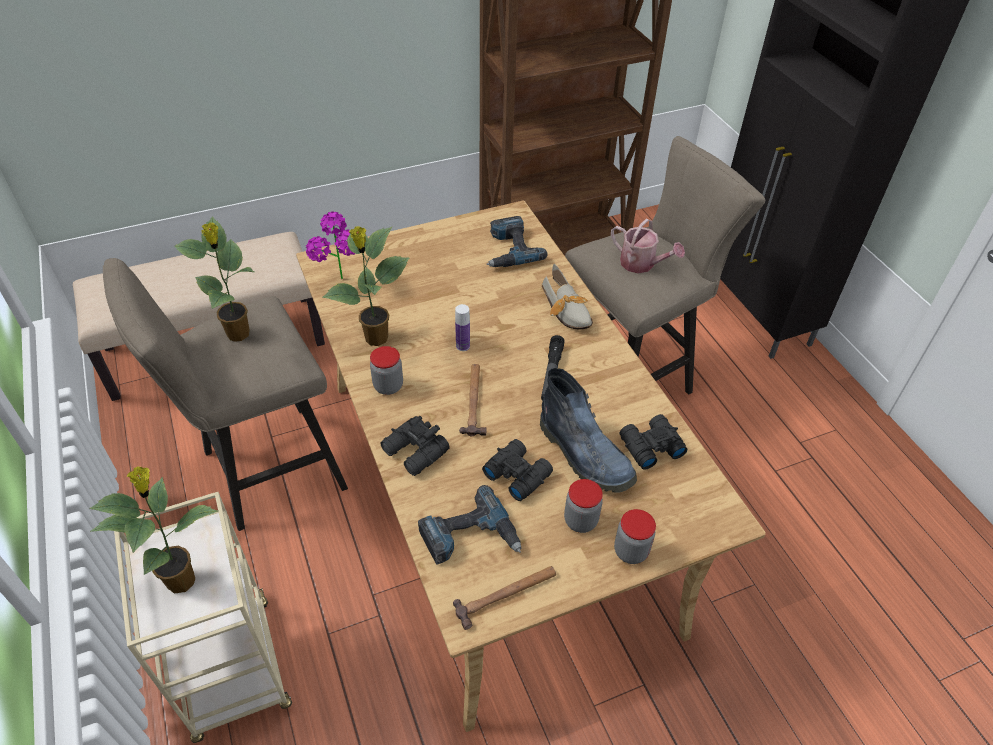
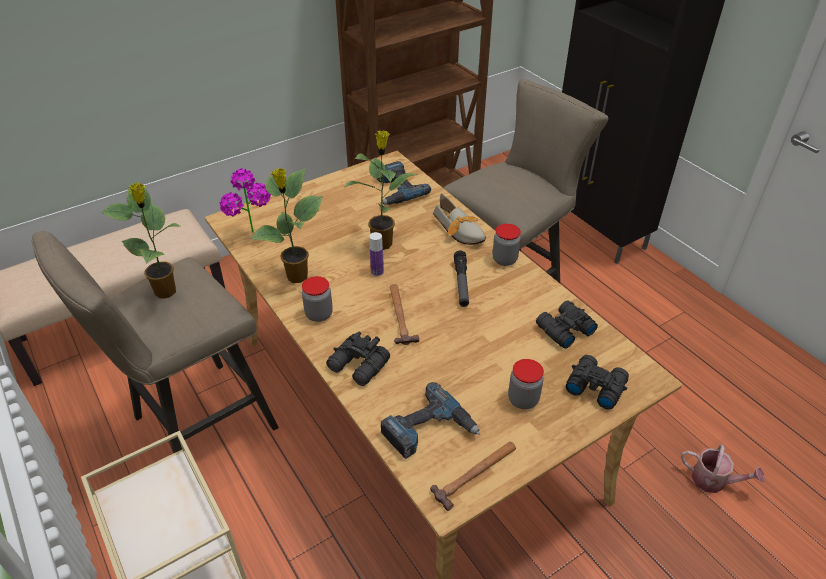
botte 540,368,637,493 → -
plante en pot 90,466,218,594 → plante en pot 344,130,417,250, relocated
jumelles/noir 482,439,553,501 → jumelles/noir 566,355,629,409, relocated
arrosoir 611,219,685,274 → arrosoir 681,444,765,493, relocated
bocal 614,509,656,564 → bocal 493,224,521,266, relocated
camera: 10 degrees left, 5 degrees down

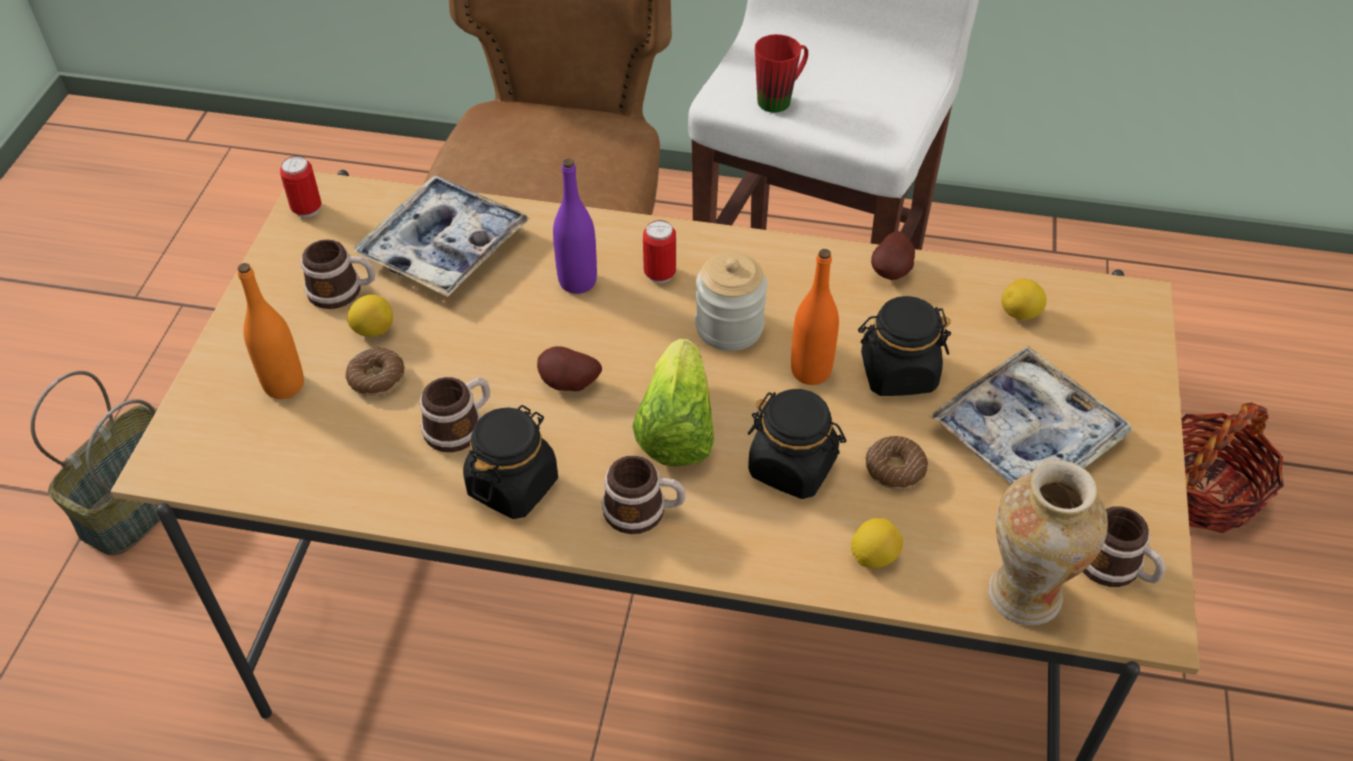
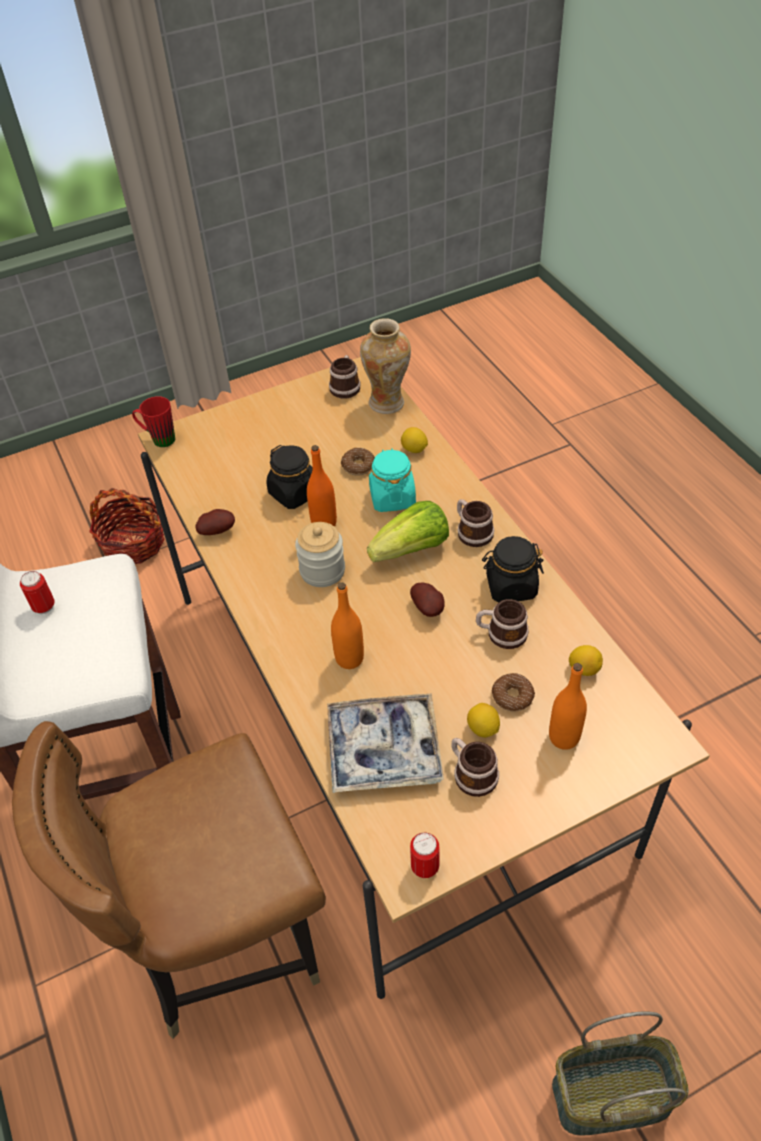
plateau 929,346,1132,484 → -
boîte métallique 643,220,676,283 → boîte métallique 20,571,55,614, relocated
mug/rouge 755,34,808,113 → mug/rouge 132,396,175,447, relocated
citron 1002,279,1047,320 → citron 569,645,603,676, relocated
bouteille/violet 553,159,597,294 → bouteille/orange 331,582,364,669
bocal/noir 748,389,846,499 → bocal/turquoise 369,448,416,512
camera: 125 degrees left, 0 degrees up

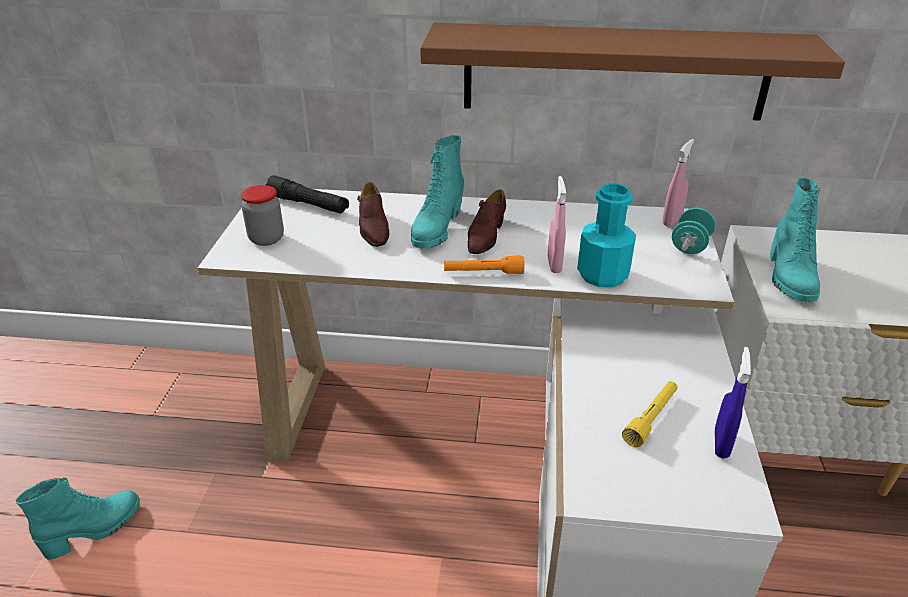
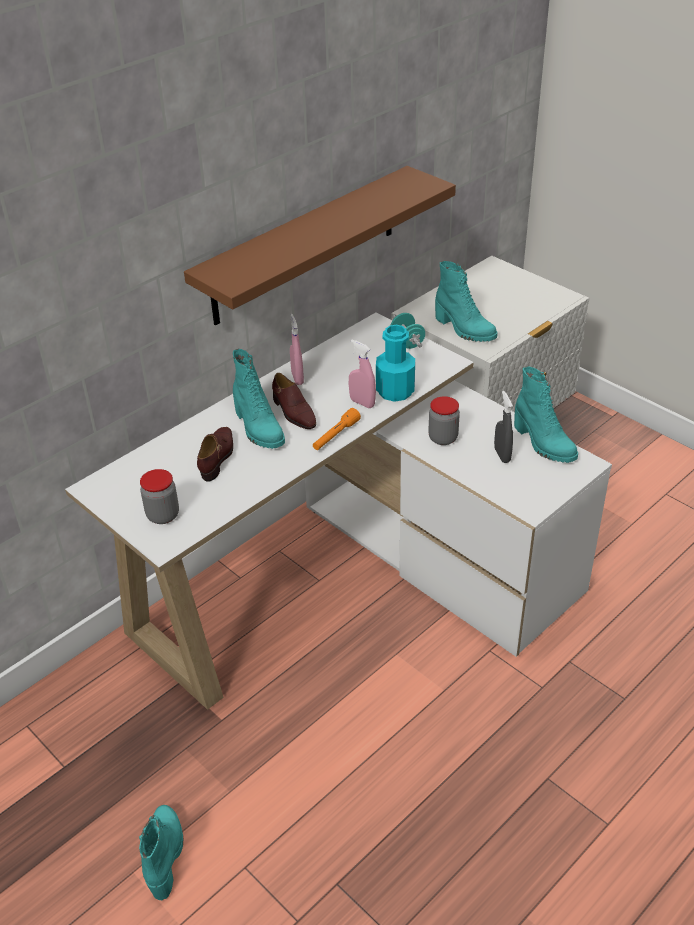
lampe de poche/noir 265,175,349,213 → -
- → bocal 428,396,460,445
vaporisateur/rose 662,139,694,226 → vaporisateur/rose 290,314,304,385, relocated
lampe de poche/jaune 622,381,678,447 → vaporisateur/gris 494,391,513,463
vaporisateur/bleu 715,347,751,459 → botte/turquoise 514,366,578,463
chaussure/marron 357,182,389,247 → chaussure/marron 197,427,233,482, 105 degrees counterclockwise
camera: 50 degrees left, 5 degrees up

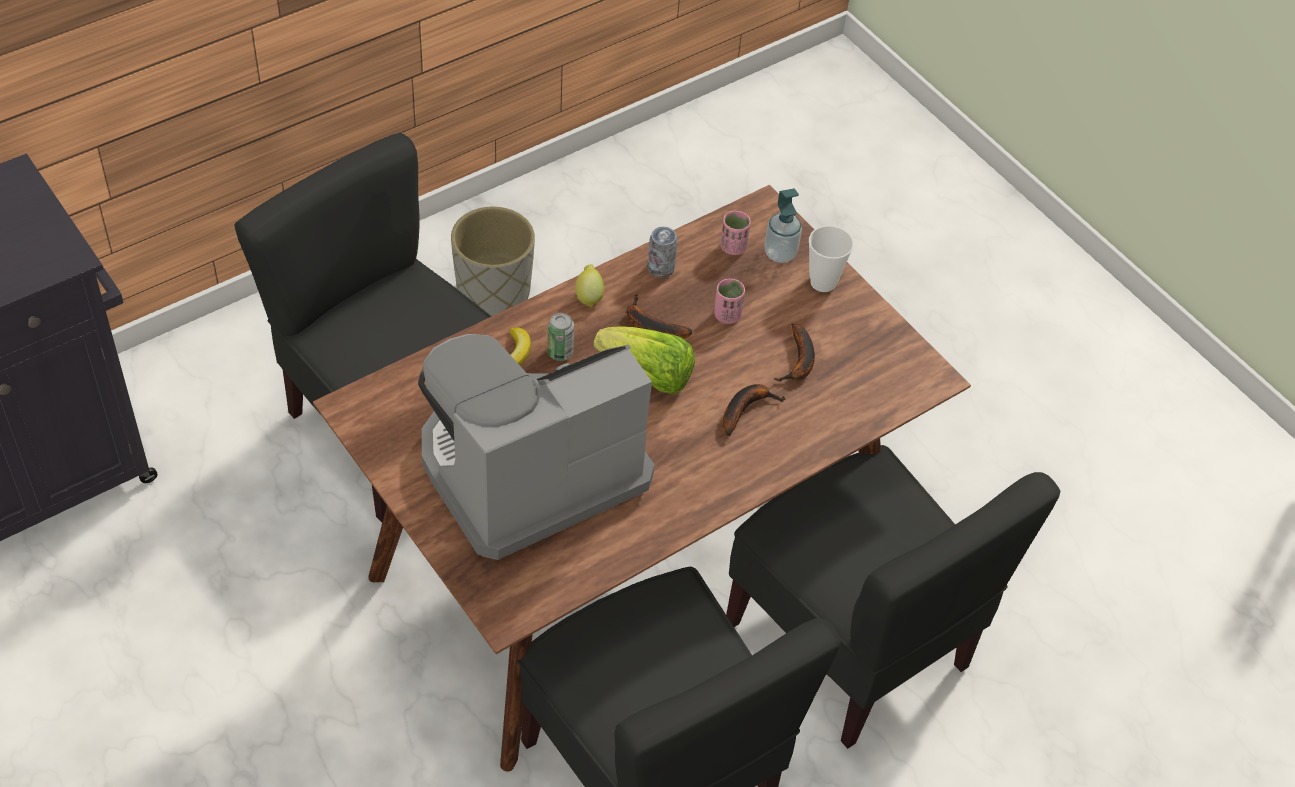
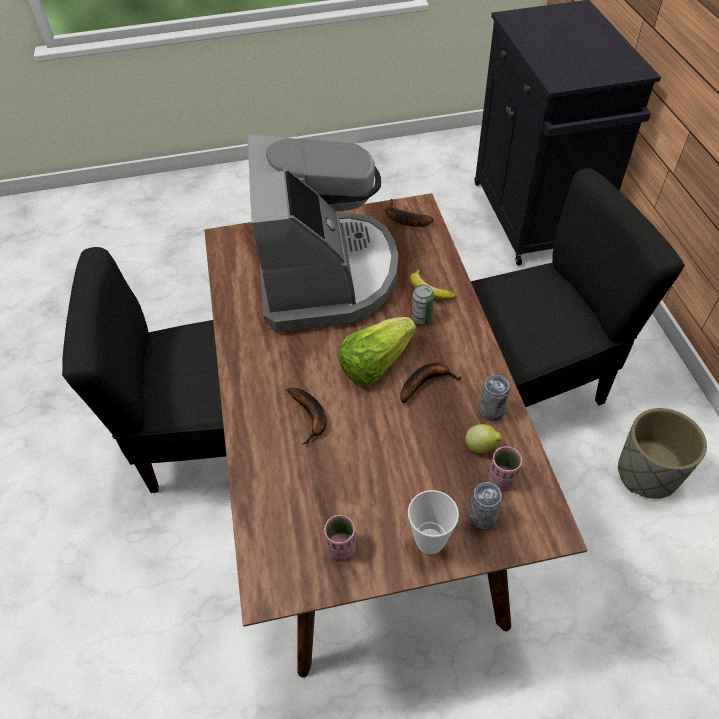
chaise/noir 726,445,1060,749 → -
citron 575,264,604,308 → citron 465,424,503,453, relocated
tasse/rose 714,278,745,324 → tasse/rose 324,515,356,560, relocated
banane 774,323,815,382 → banane 385,199,434,227, relocated
distributeur de savon 764,189,802,263 → boîte métallique 468,482,502,530
camera: 120 degrees right, 0 degrees up

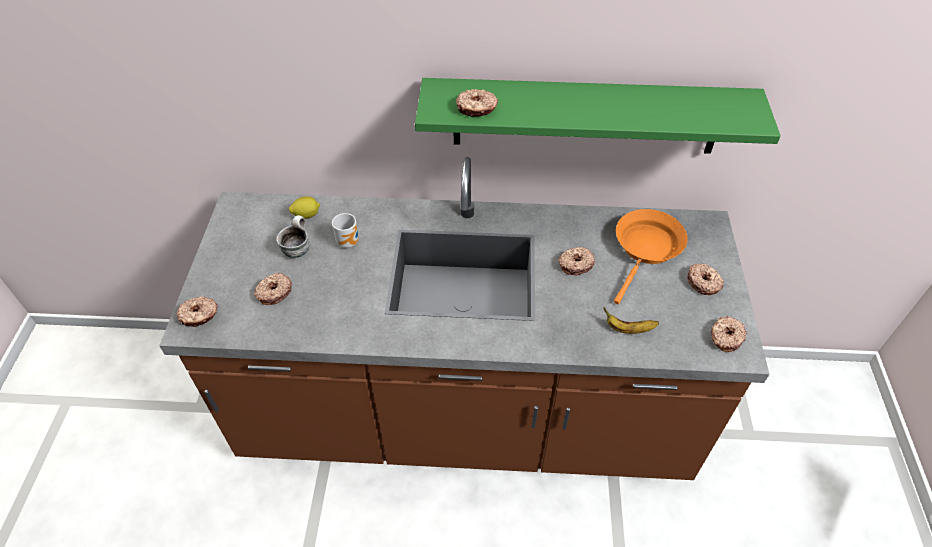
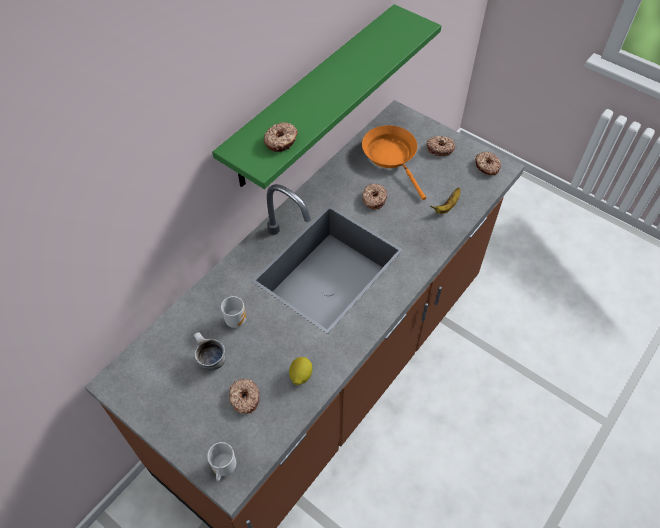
citron 289,196,320,219 → citron 289,357,312,385, relocated
beignet 177,296,218,327 → mug 207,442,236,481
camera: 55 degrees left, 5 degrees up

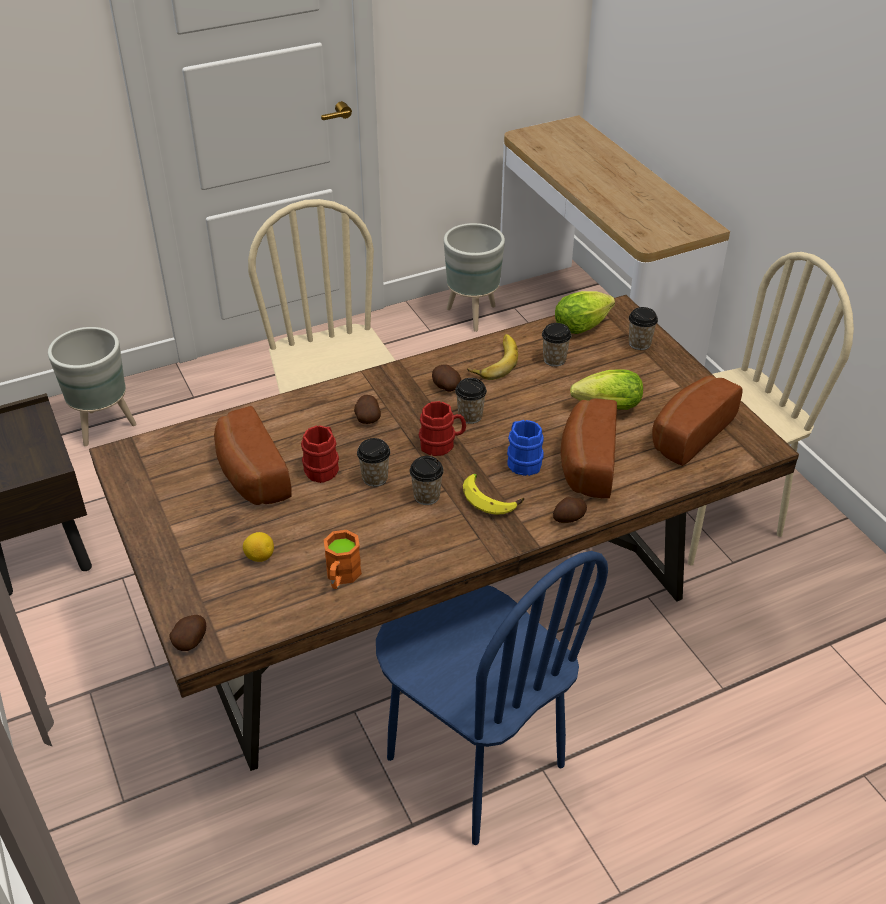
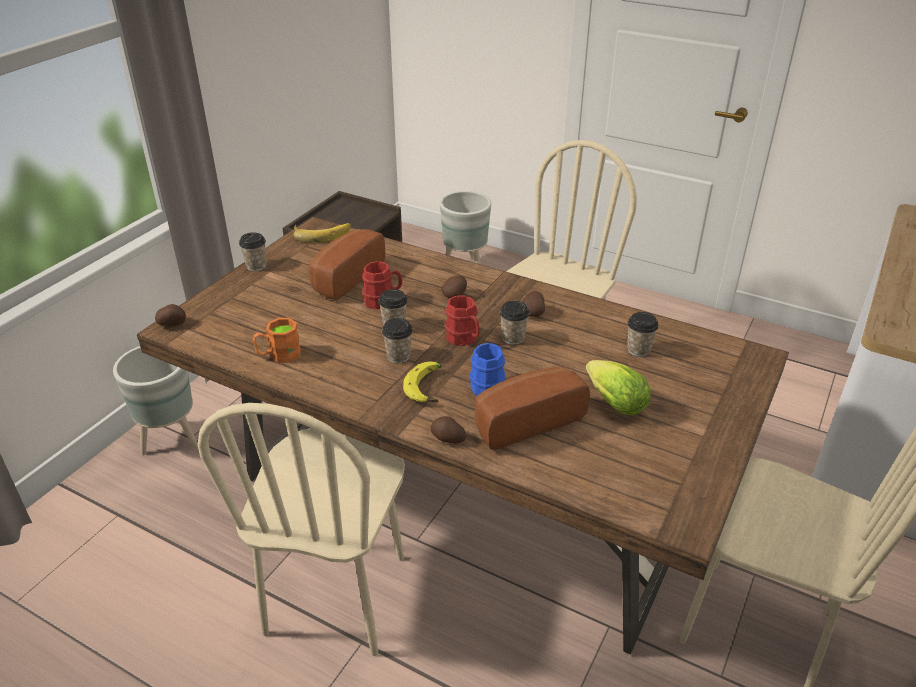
citron 243,532,274,562 → -
laitue 555,291,615,334 → -
pain 652,375,743,466 → -
cache-pot/gris 444,223,505,332 → cache-pot/gris 113,346,198,455, relocated
banane 467,334,518,380 → banane 293,223,351,243, relocated
tasse 629,307,658,350 → tasse 239,232,267,271, relocated
chaise/bleu 376,551,608,845 → chaise/beige 198,403,405,656
camera: 55 degrees right, 5 degrees down

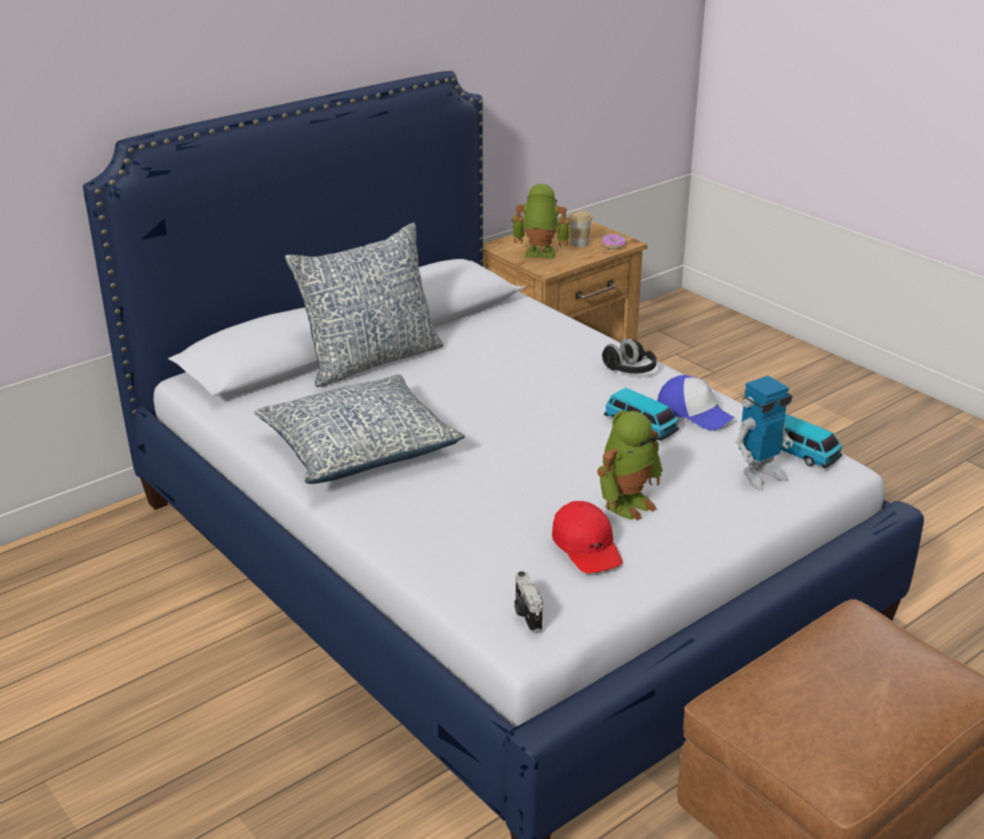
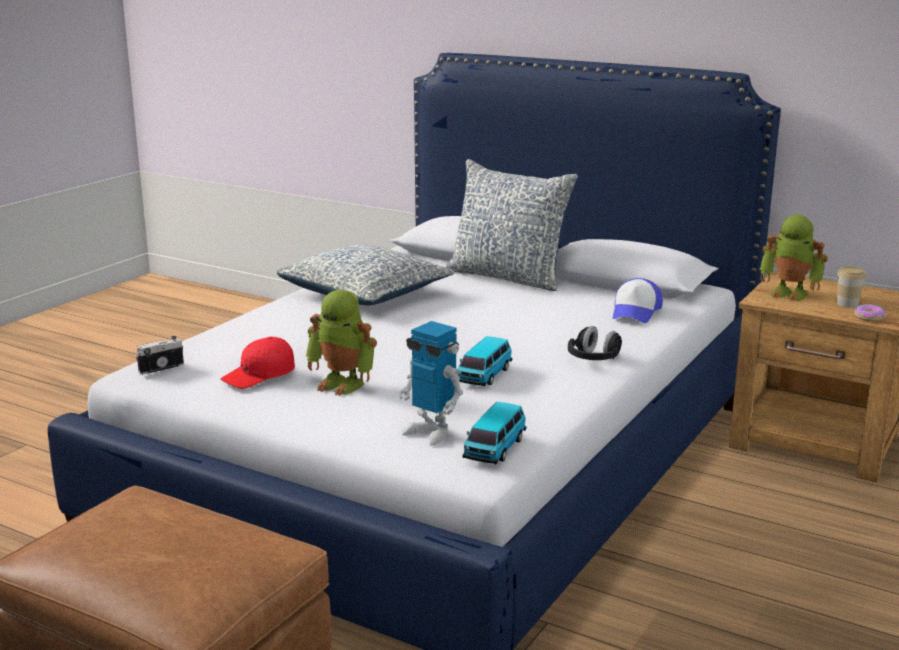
casquette 657,375,735,431 → casquette 613,278,663,323, relocated
robot jouet 512,184,570,259 → robot jouet 760,215,828,302, 135 degrees clockwise
camera: 70 degrees right, 10 degrees down

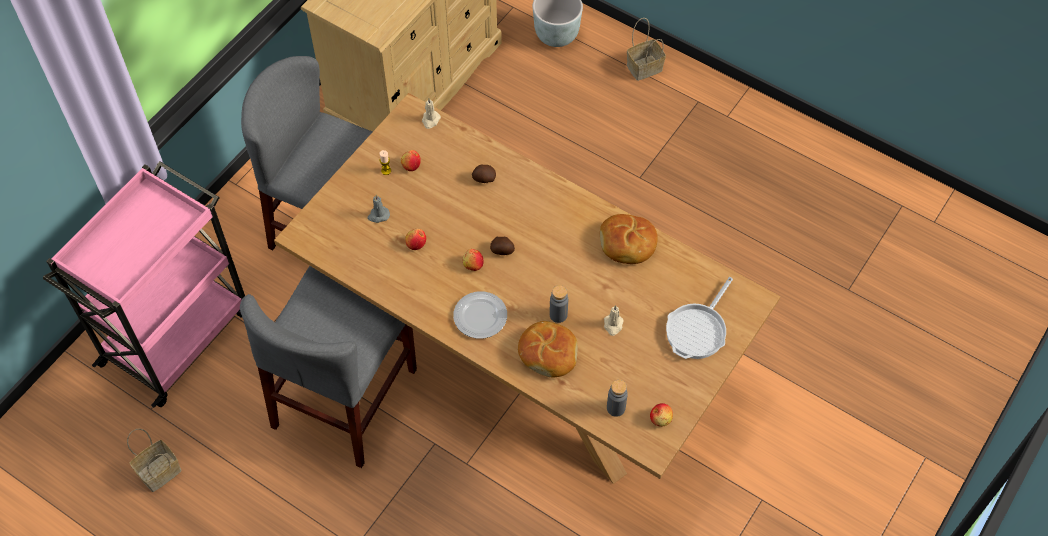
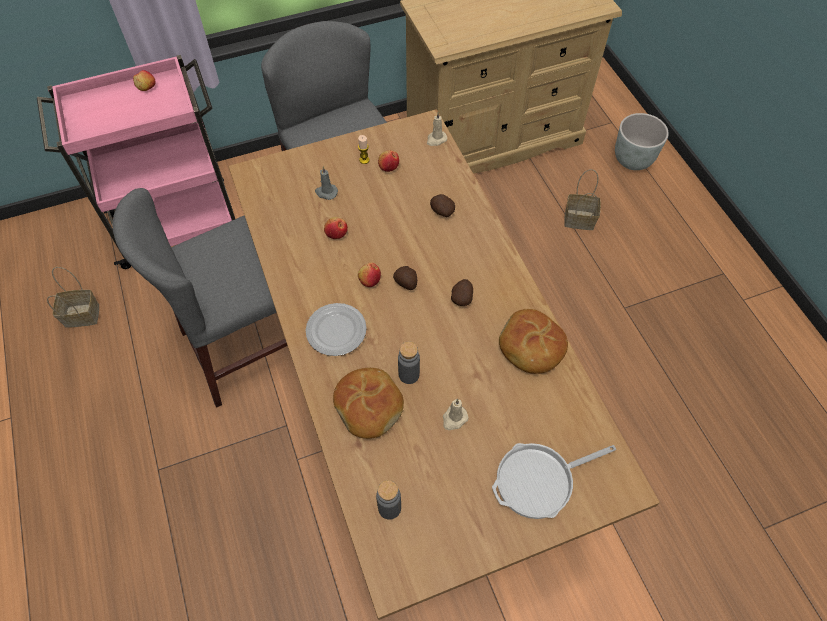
- → pomme de terre 451,279,473,306
panier 627,18,666,81 → panier 564,169,601,230, relocated
pomme 650,403,673,427 → pomme 133,70,156,91, relocated
camera: 35 degrees right, 0 degrees up

